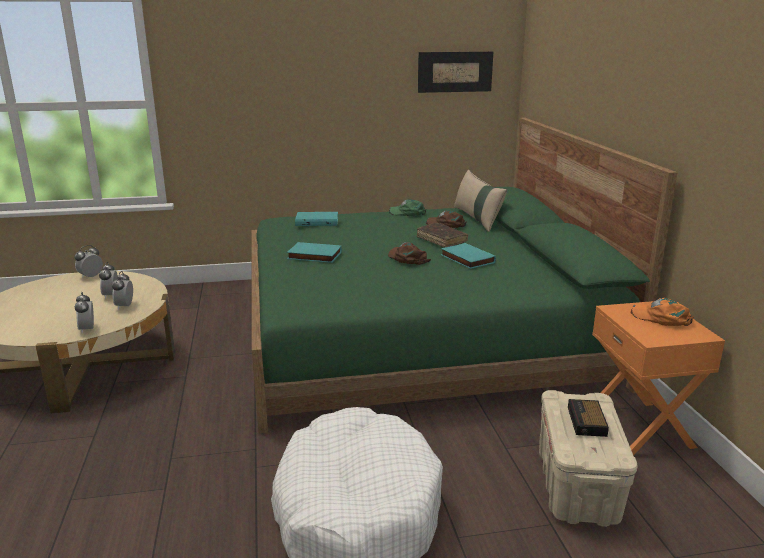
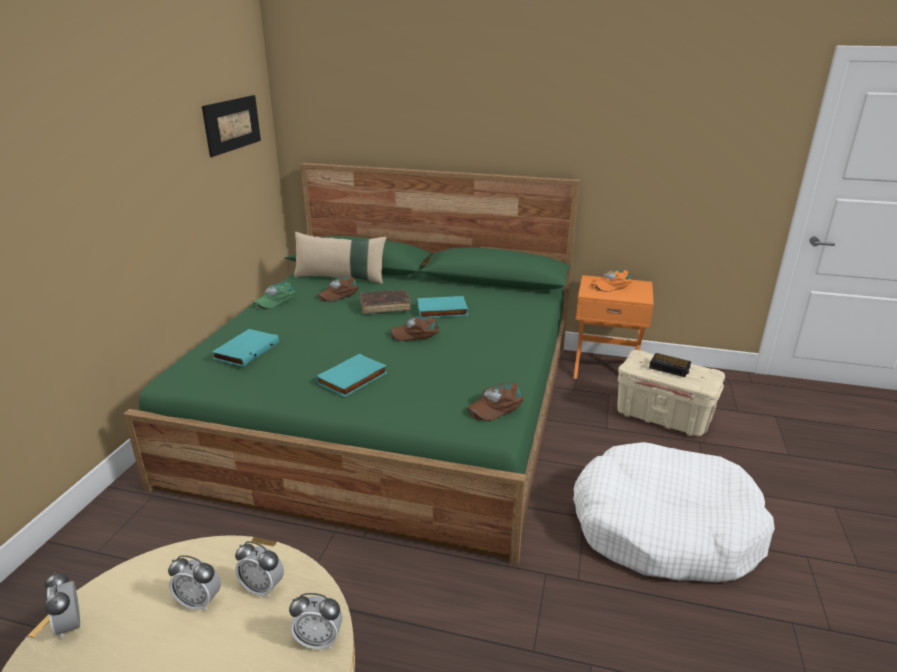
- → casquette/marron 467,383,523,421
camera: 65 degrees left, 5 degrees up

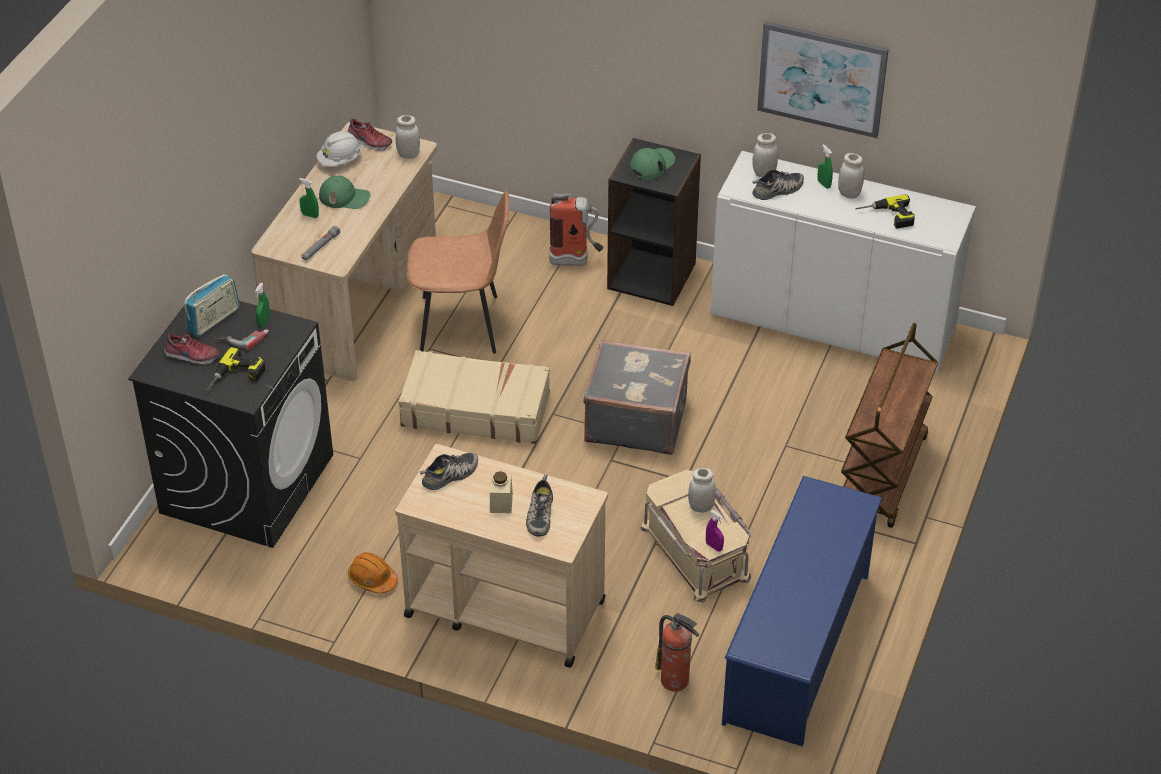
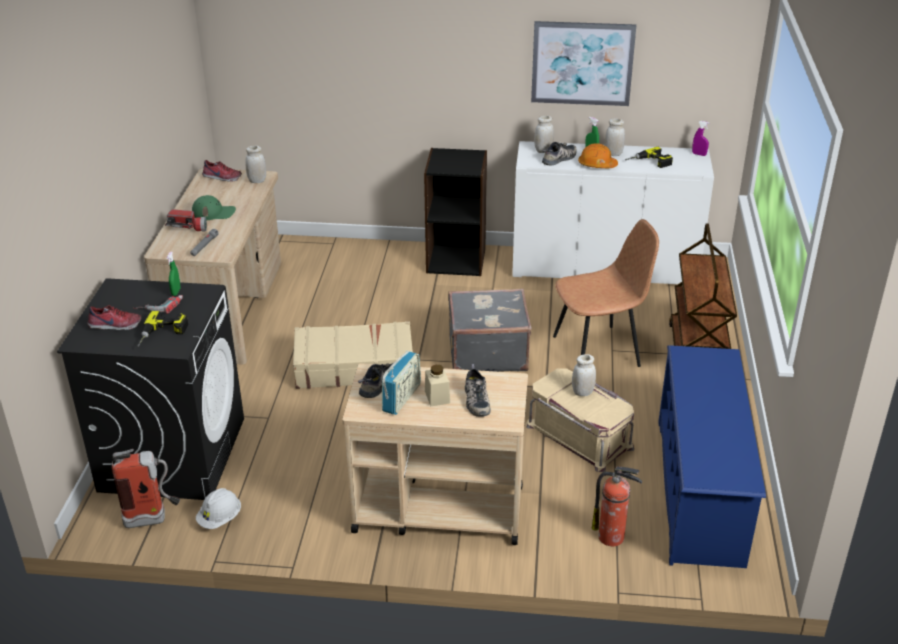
casquette/vert 630,148,675,180 → -
radio 184,274,240,337 → radio 382,351,421,415, relocated
casque de chantier/blanc 317,131,362,167 → casque de chantier/blanc 196,488,241,529, relocated
casque de chantier/orange 348,552,398,594 → casque de chantier/orange 578,143,618,168, relocated
chaise/marron 407,190,509,354 → chaise/marron 553,219,659,367, relocated
extincteur 549,193,603,266 → extincteur 112,449,180,528, relocated
vaporisateur/violet 706,510,724,552 → vaporisateur/violet 692,121,710,156, relocated
vaporisateur/vert 299,178,319,218 → lampe de poche 165,209,207,231
camera: 15 degrees left, 10 degrees down

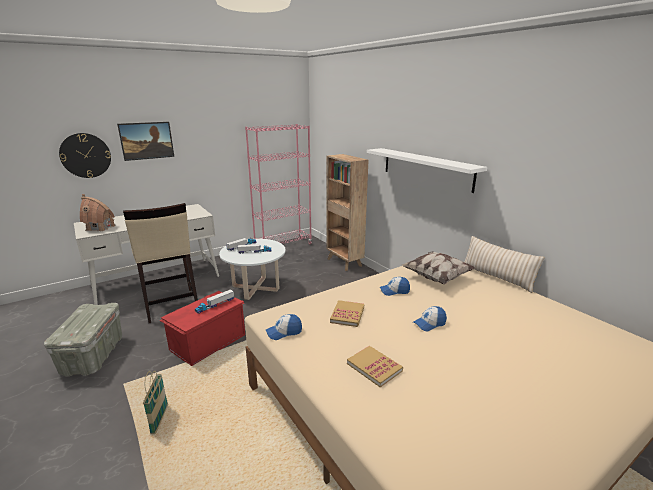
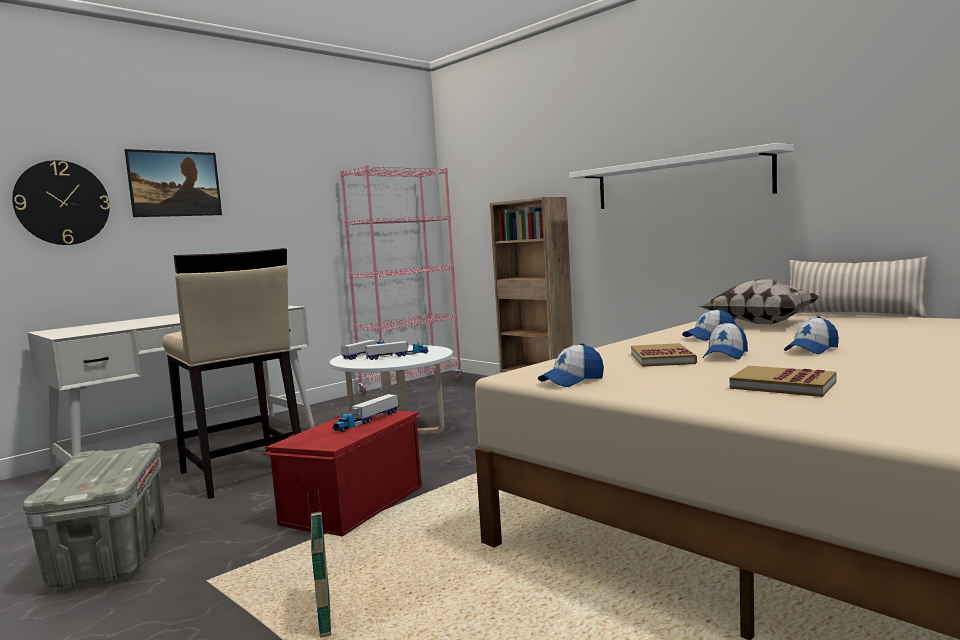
maison miniature 80,194,116,231 → -
- → casquette 703,322,748,360
camera: 10 degrees left, 15 degrees down

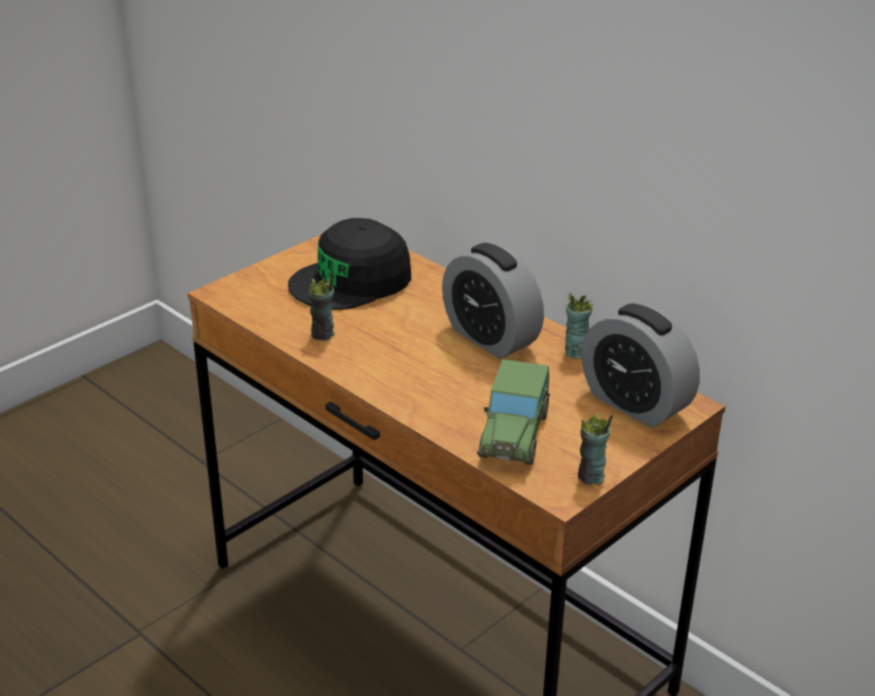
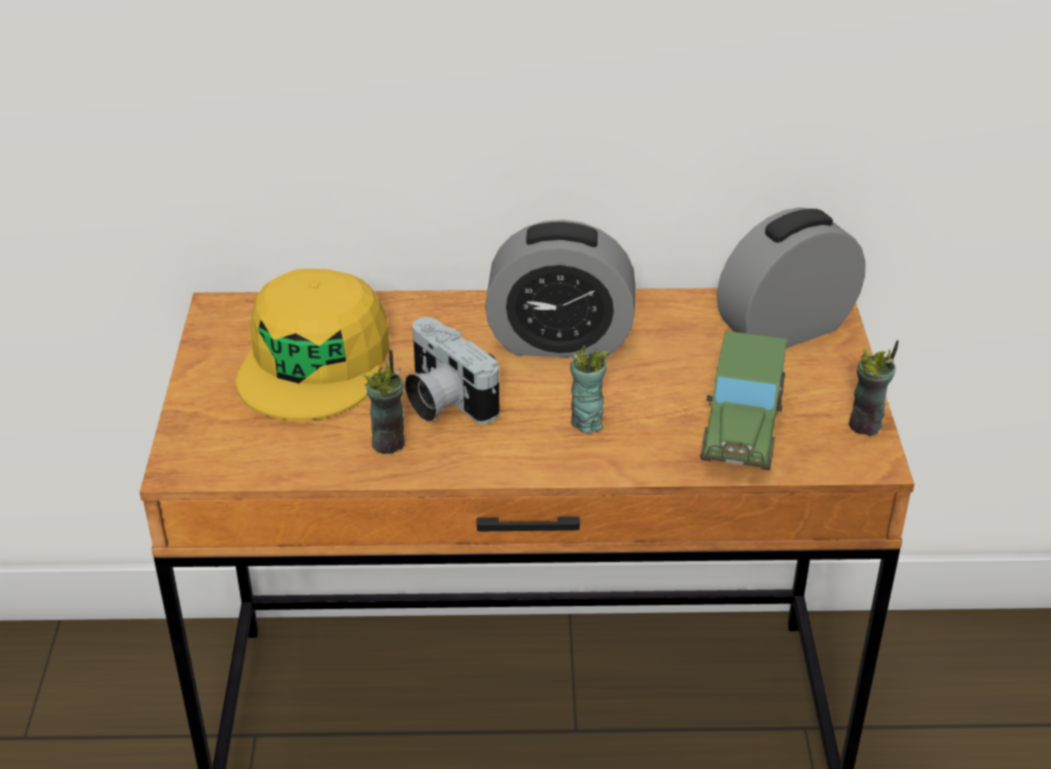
- → appareil photo 405,317,499,424
tasse 565,293,593,359 → tasse 570,345,609,433, relocated
casquette/noir 288,218,411,310 → casquette/jaune 236,269,390,420
petite voiture 477,359,550,465 → petite voiture 700,331,787,470, 45 degrees clockwise
réveil 581,303,700,428 → réveil 717,207,866,348, 150 degrees clockwise
camera: 45 degrees left, 5 degrees up

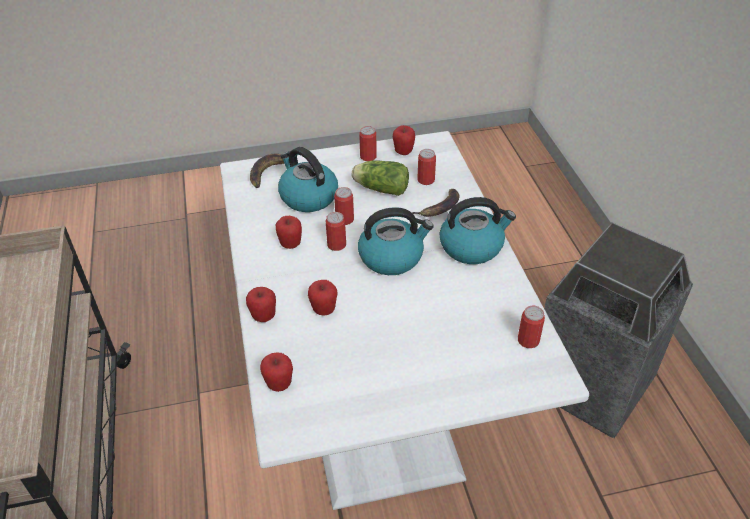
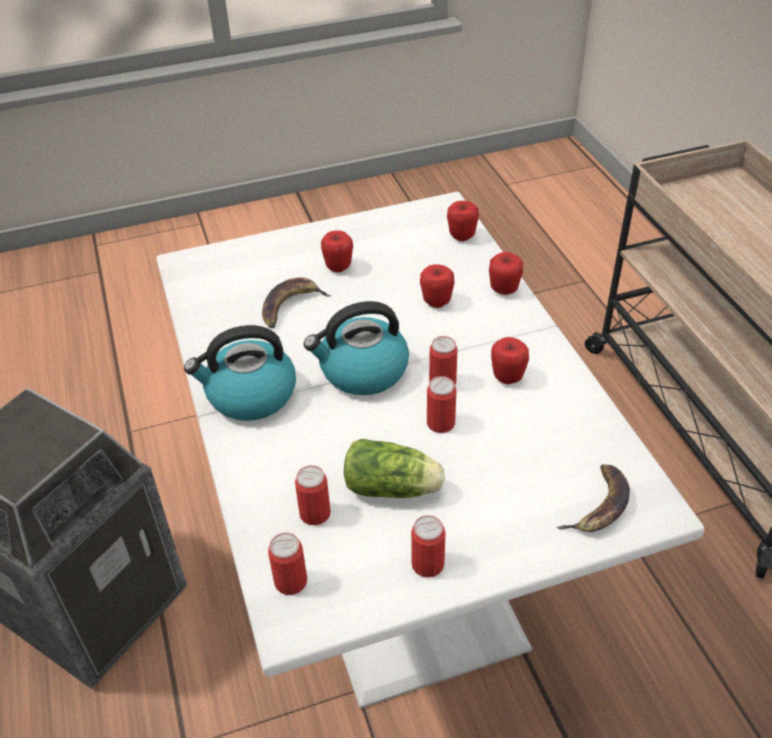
bouilloire 278,147,338,212 → -
pomme 393,125,415,155 → pomme 321,230,353,272, relocated
banane 411,189,460,217 → banane 262,278,331,328, relocated
boîte métallique 518,306,545,348 → boîte métallique 268,532,307,595, relocated
camera: 175 degrees right, 0 degrees up

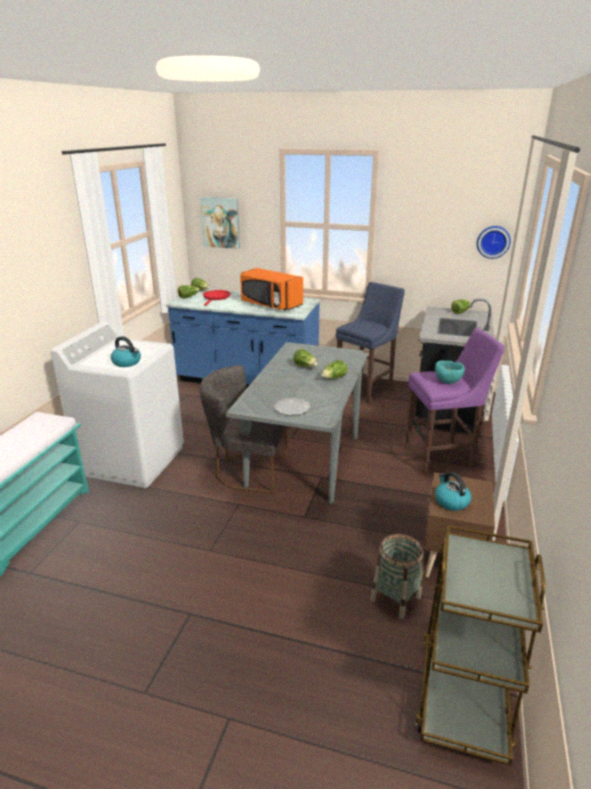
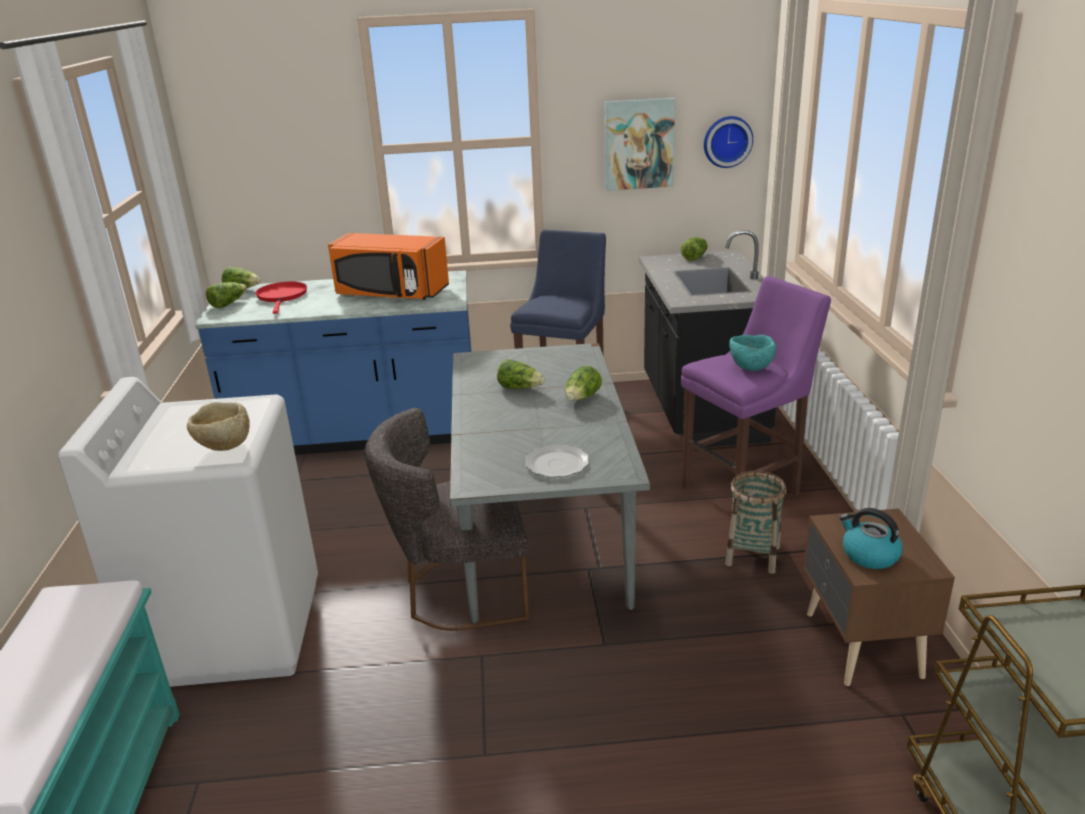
tableau 200,197,240,249 → tableau 605,98,675,191, relocated
panier 370,534,423,619 → panier 725,471,786,574, relocated
bouilloire 111,336,141,367 → bol/beige 187,402,250,451
camera: 20 degrees left, 0 degrees up

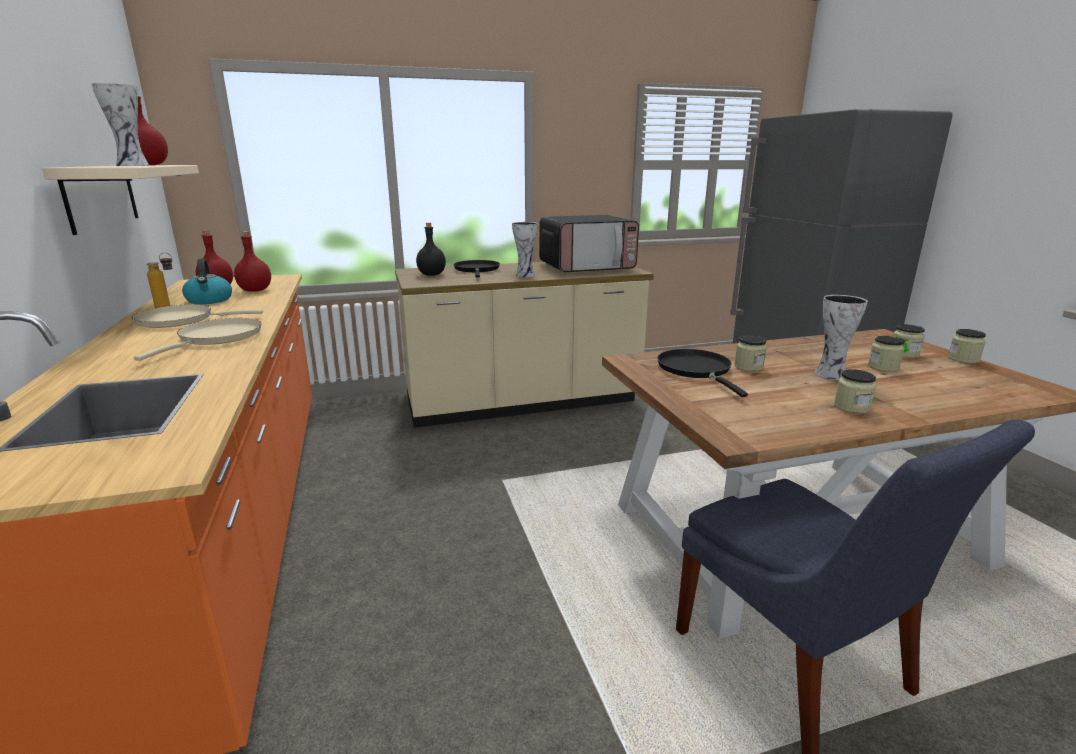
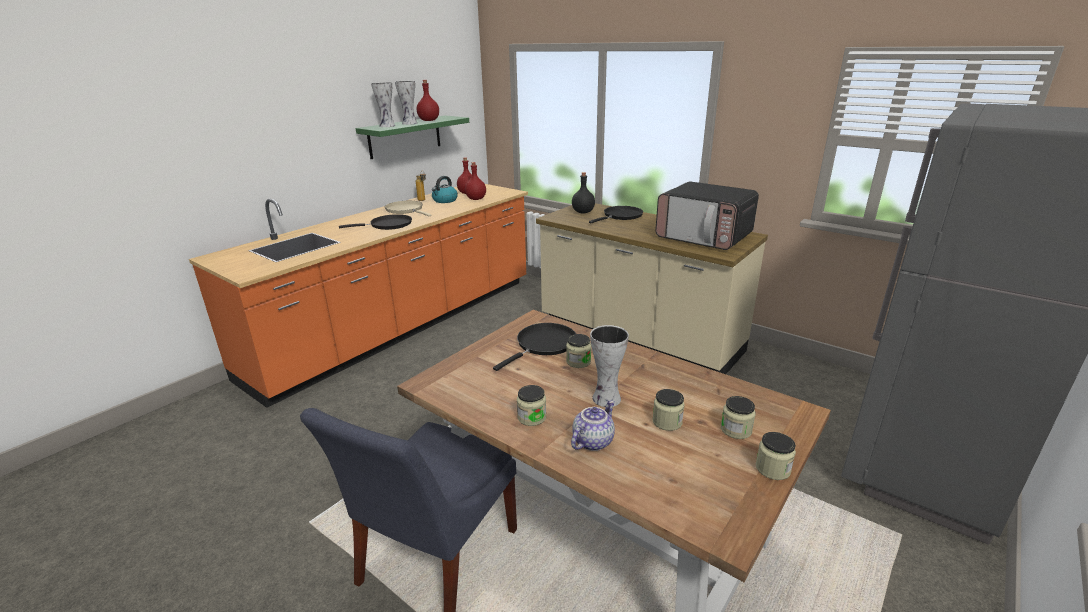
- → théière 571,401,615,451
vase 512,222,538,277 → vase 371,82,395,127, relocated
étagère/beige 42,165,199,235 → étagère/vert 356,115,469,159
poêle/beige 134,318,261,361 → poêle/noir 339,214,412,230
camera: 55 degrees right, 5 degrees up

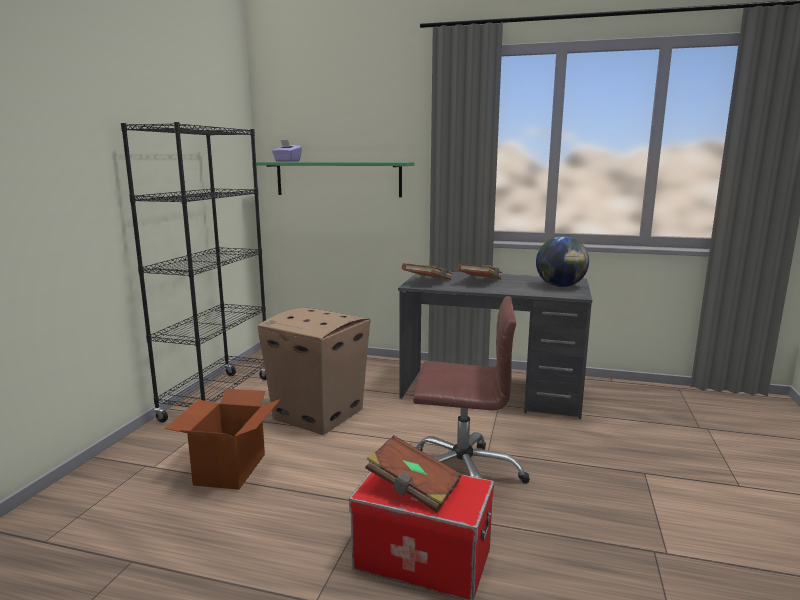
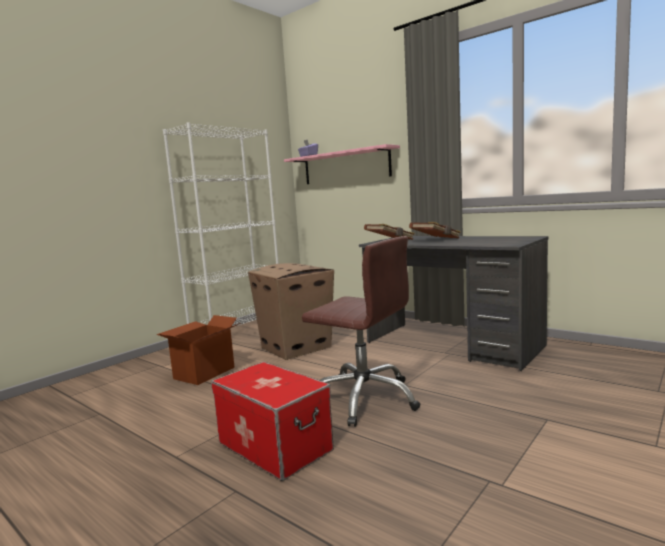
livre/marron 365,435,462,512 → -
globe 536,236,589,287 → -
bibliothèque/noir 121,122,267,422 → bibliothèque/blanc 163,123,279,327
étagère/vert 252,162,415,197 → étagère/rose 284,144,400,184
camera: 25 degrees right, 5 degrees down

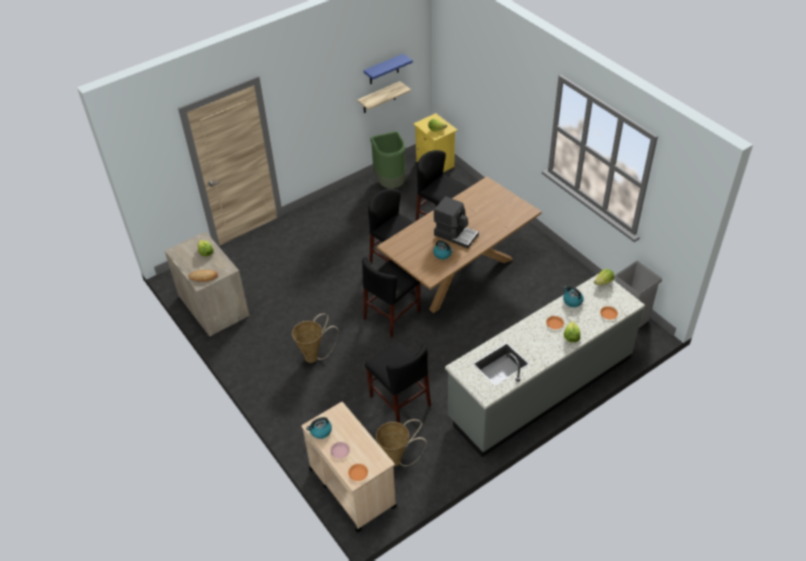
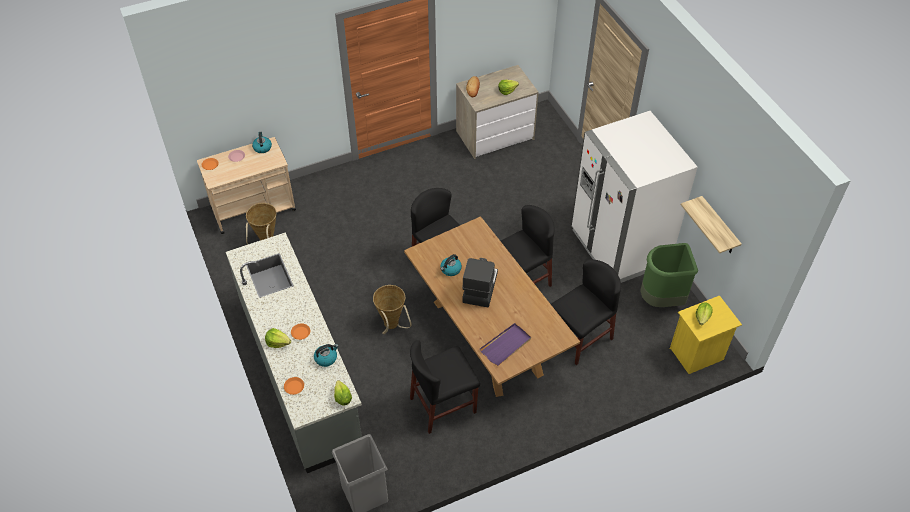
étagère/bleu 363,54,413,84 → -
- → plateau/violet 479,323,531,366
- → réfrigérateur/blanc 571,111,698,283
panier 292,313,338,363 → panier 373,285,412,334, relocated
chaise/noir 365,342,431,423 → chaise/noir 410,340,480,434, relocated
machine à café 434,196,479,248 → machine à café 462,258,498,307, 150 degrees clockwise
camera: 100 degrees right, 5 degrees up

